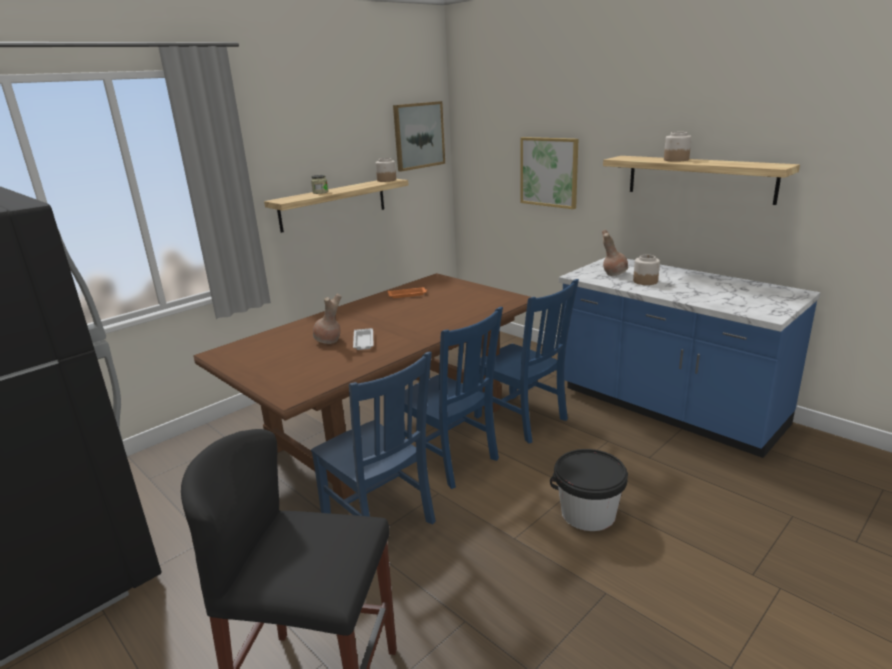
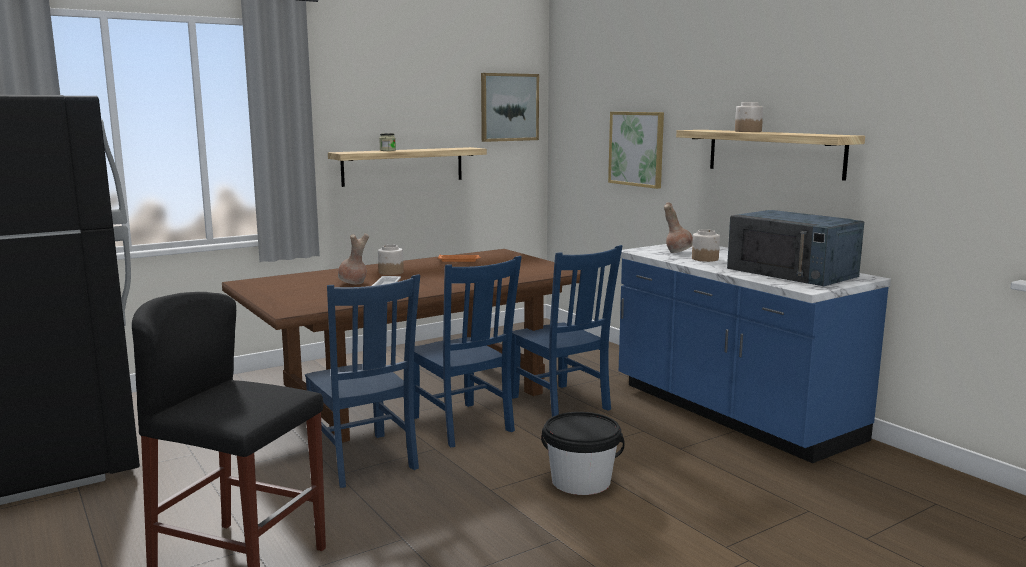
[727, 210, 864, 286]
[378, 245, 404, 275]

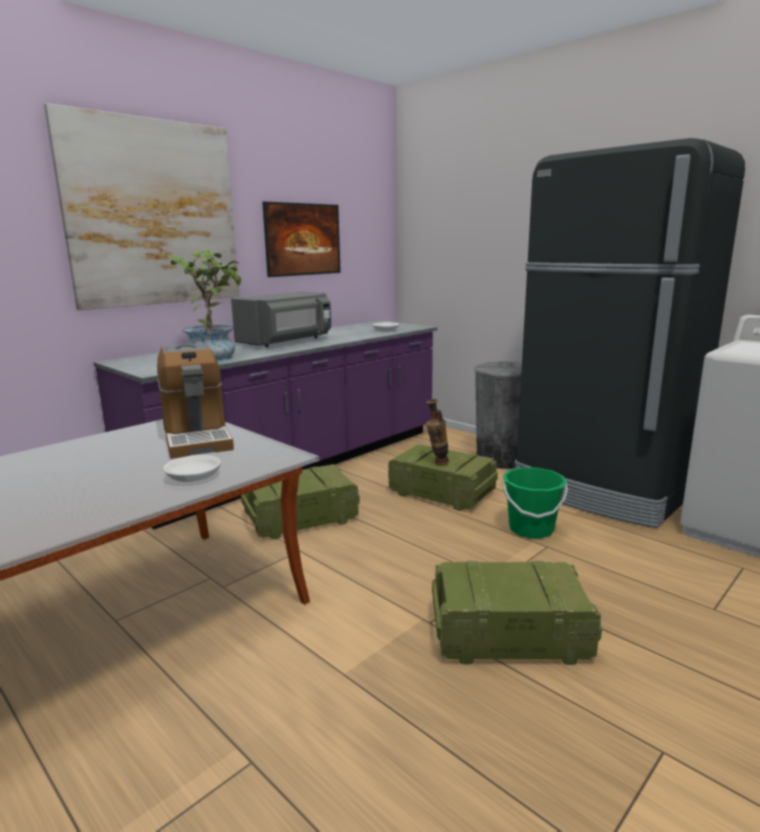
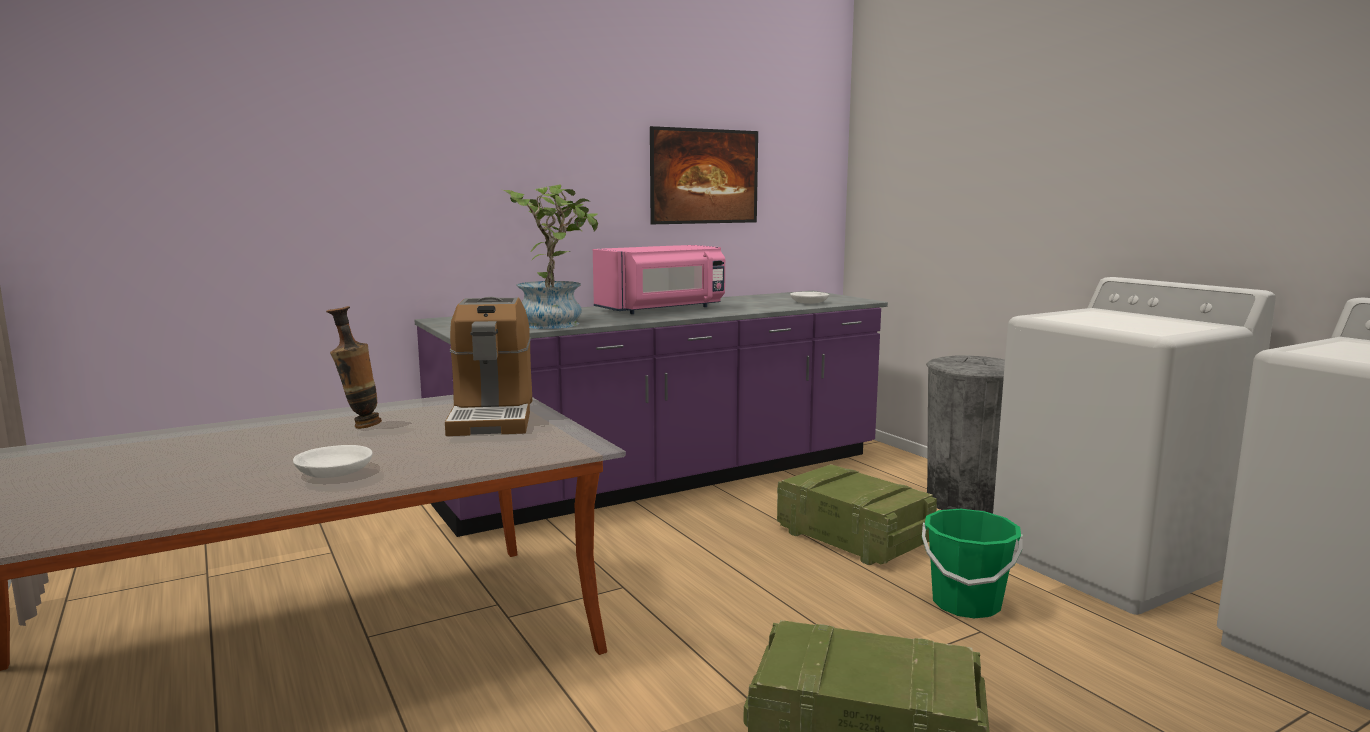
[44, 103, 240, 310] (first image)
[241, 464, 360, 540] (first image)
[293, 445, 373, 478]
[326, 306, 382, 429]
[993, 277, 1276, 615]
[593, 245, 725, 314]

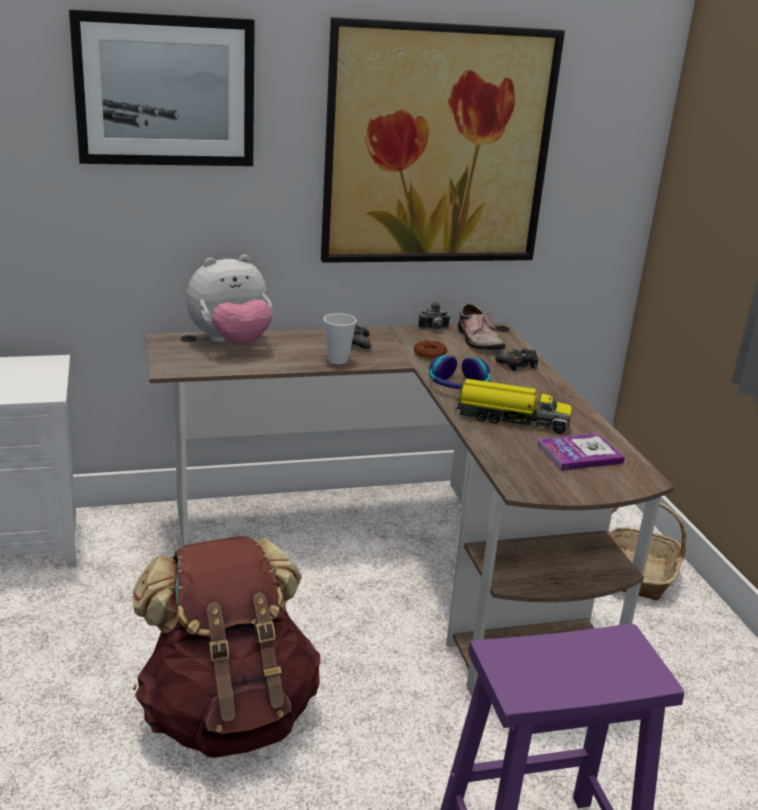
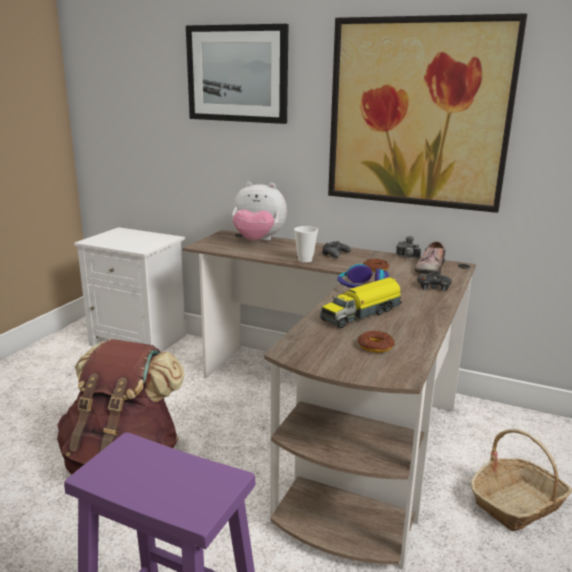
[358, 331, 395, 353]
[320, 277, 402, 328]

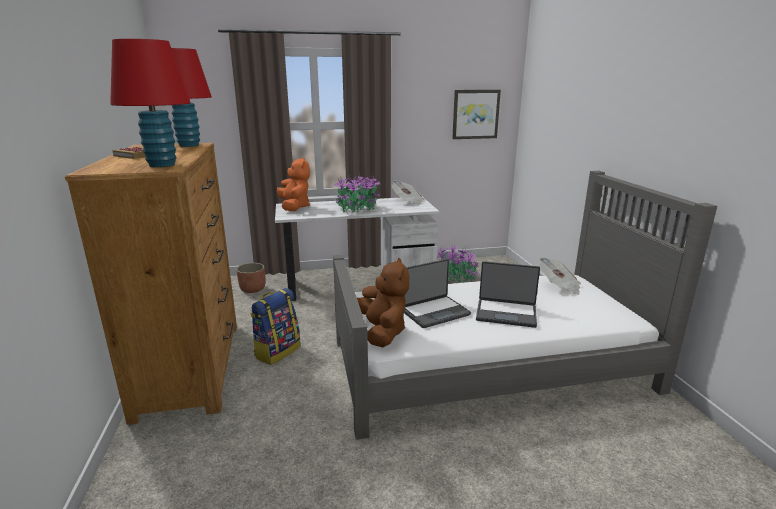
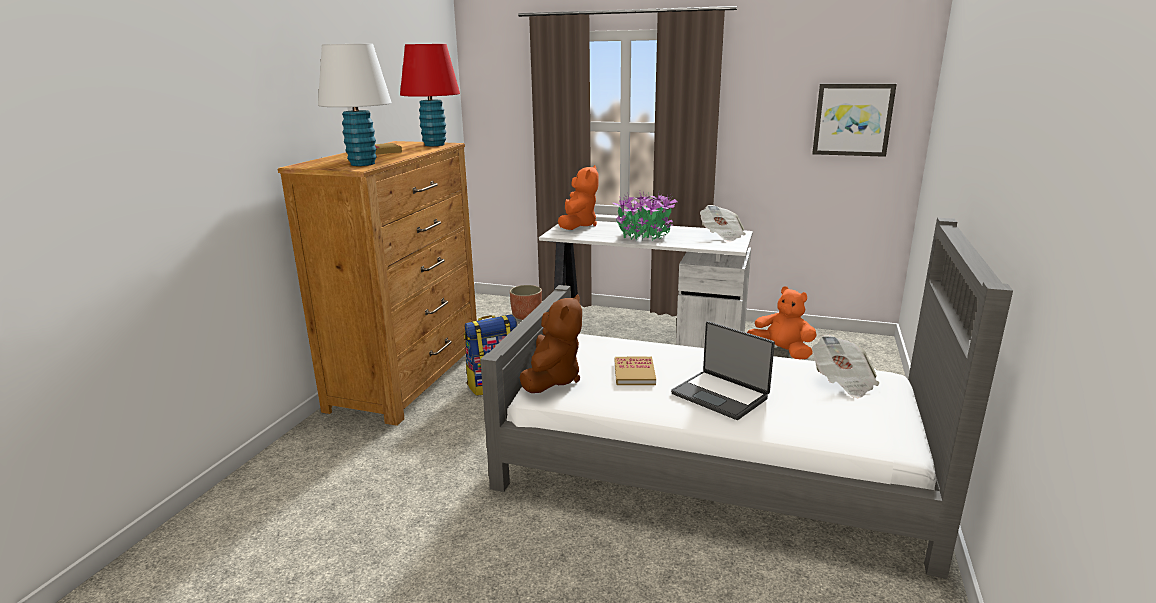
[615, 357, 656, 385]
[747, 286, 817, 359]
[318, 44, 392, 166]

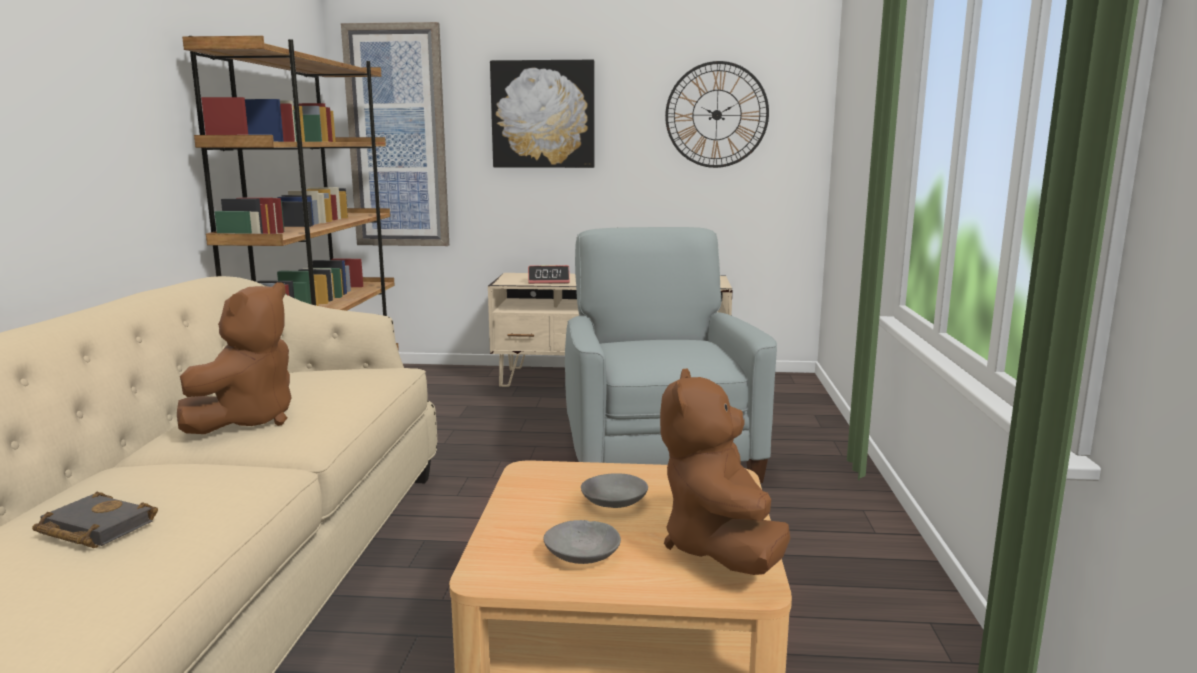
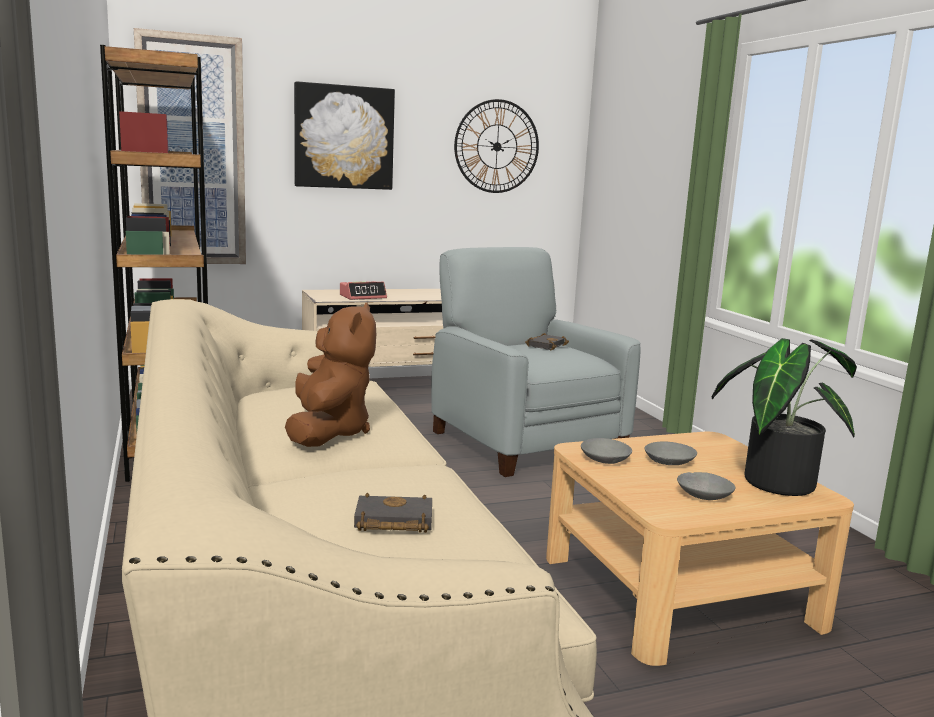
[525, 333, 569, 350]
[581, 438, 632, 464]
[712, 338, 857, 496]

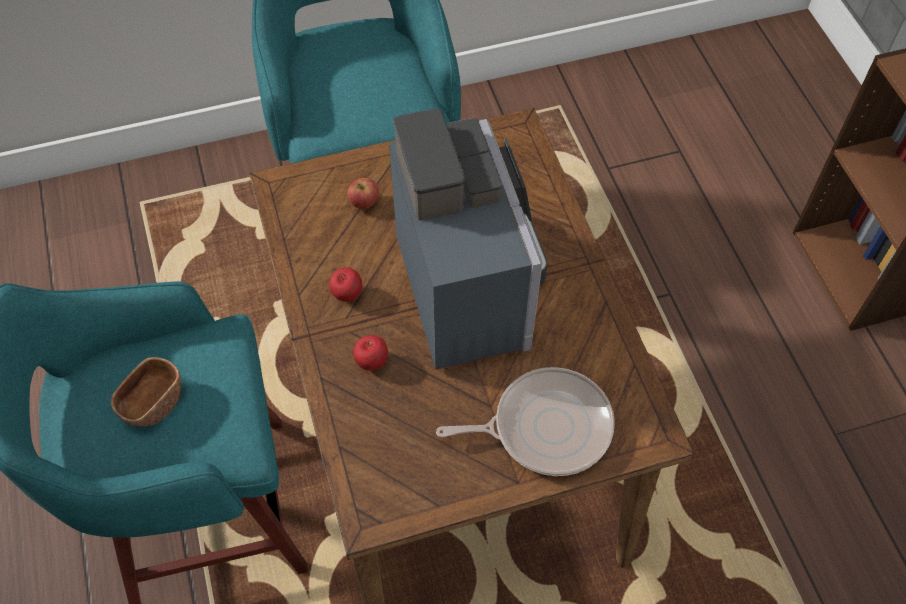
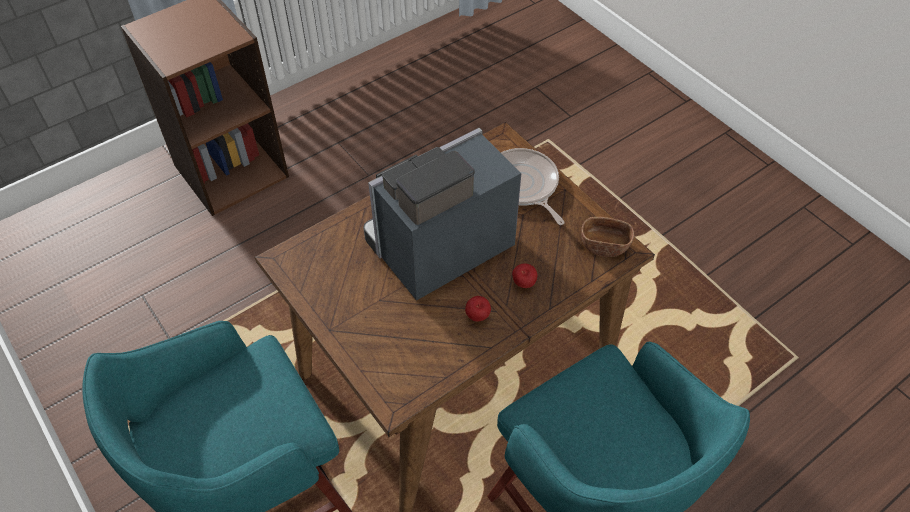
[348, 178, 379, 209] (first image)
[581, 217, 634, 257]

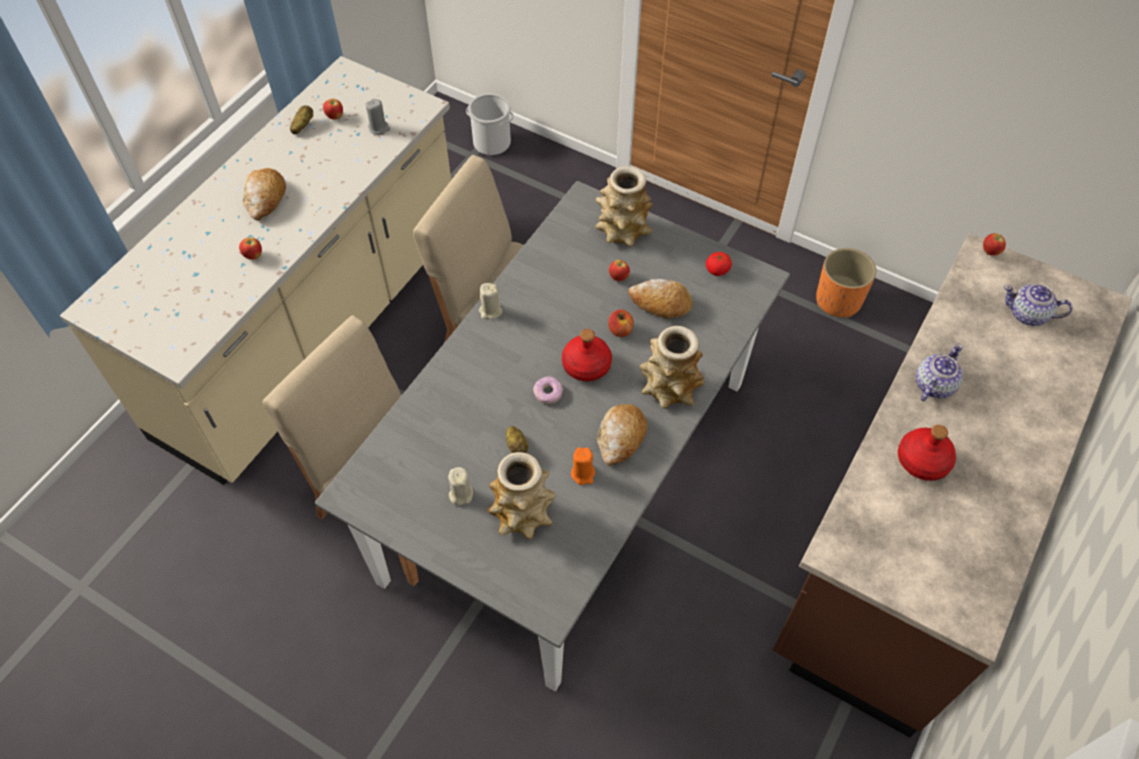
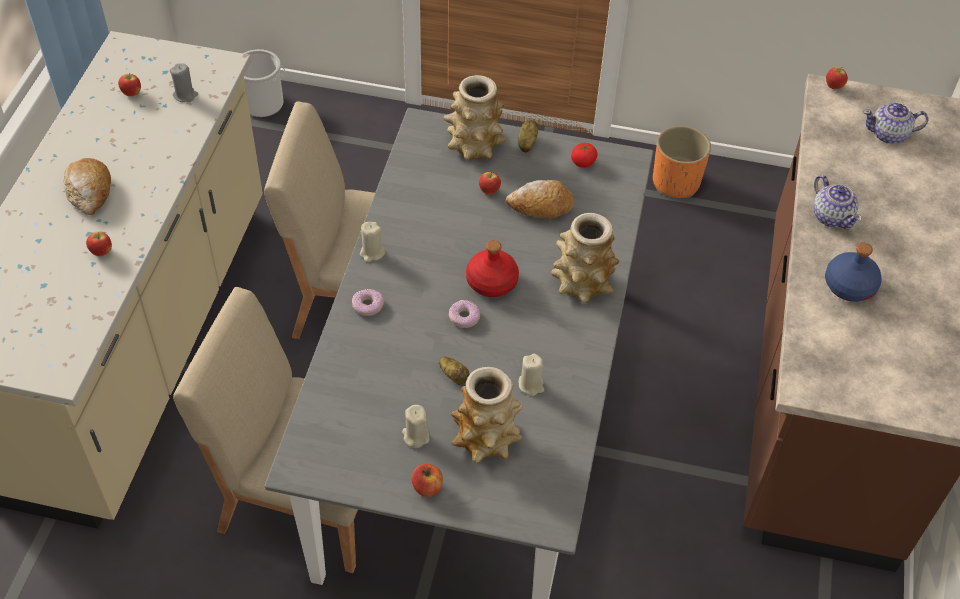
[597, 404, 647, 466] (first image)
[352, 289, 384, 316]
[518, 120, 538, 152]
[412, 463, 443, 497]
[519, 354, 544, 396]
[825, 243, 882, 302]
[813, 175, 862, 229]

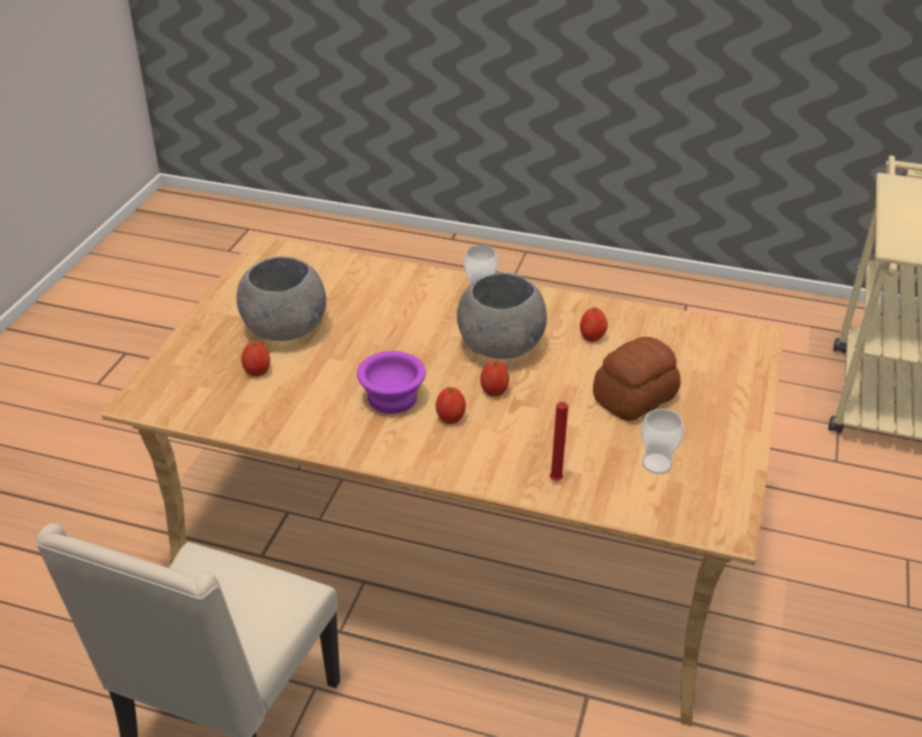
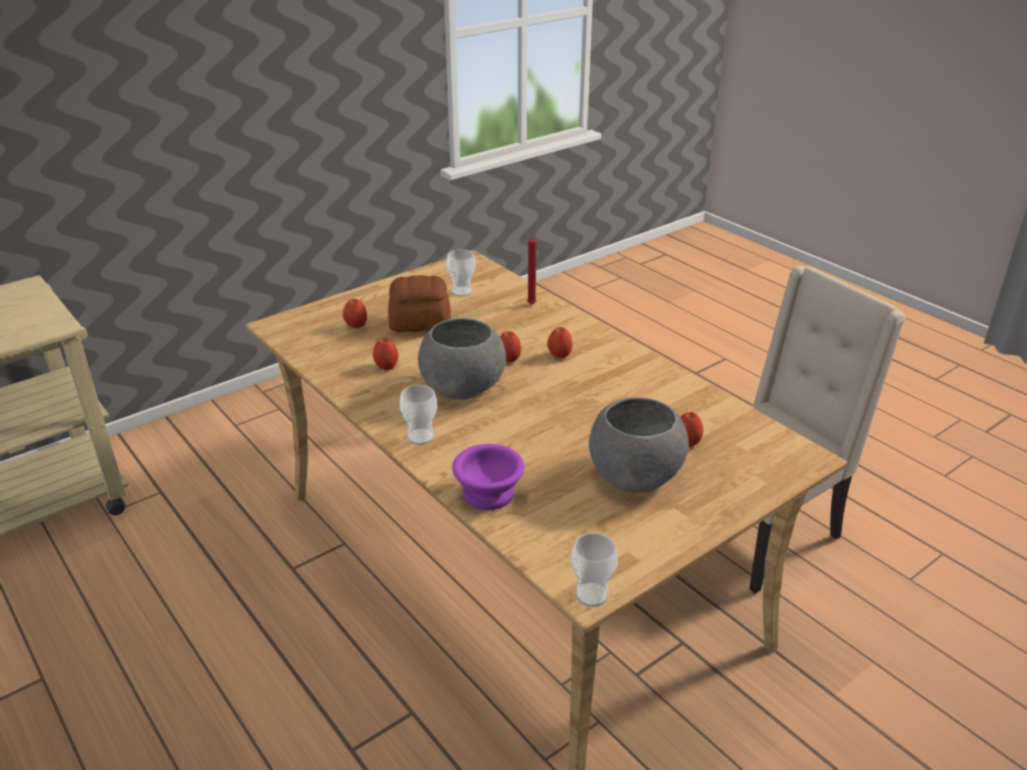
[343, 299, 367, 328]
[571, 533, 618, 607]
[452, 444, 524, 510]

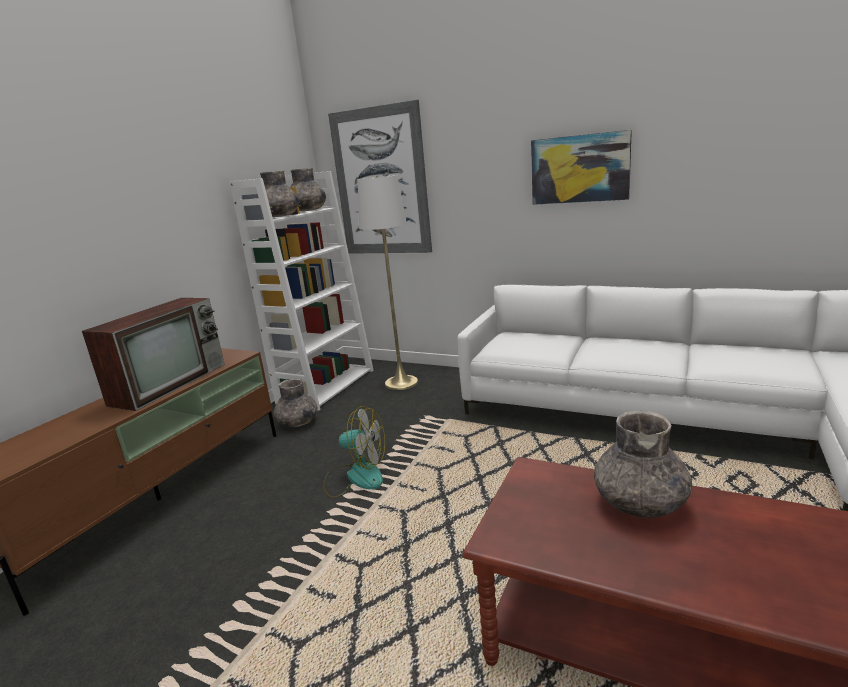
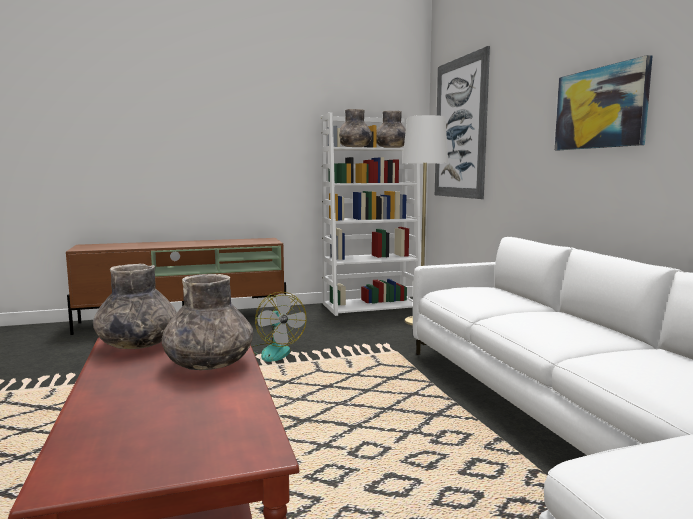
[82, 298, 225, 411] (first image)
[93, 264, 177, 349]

